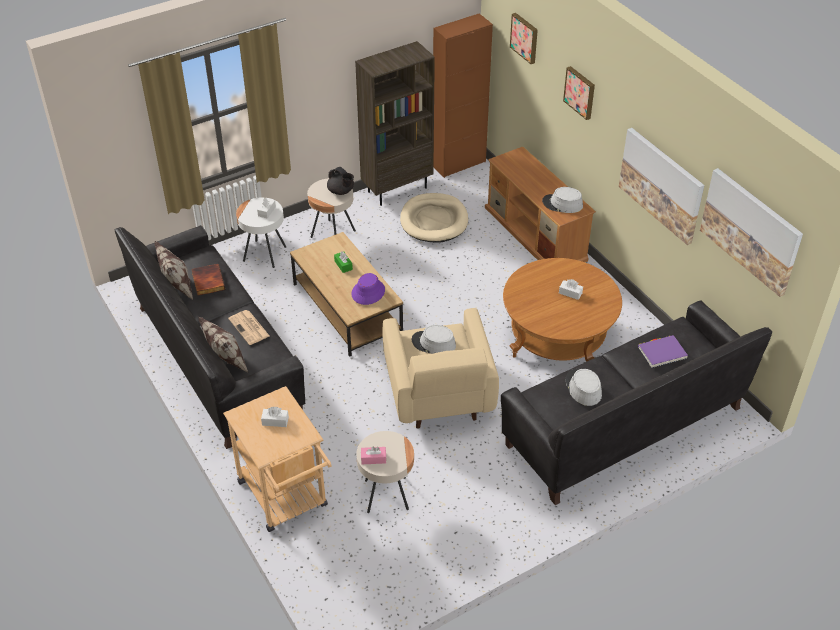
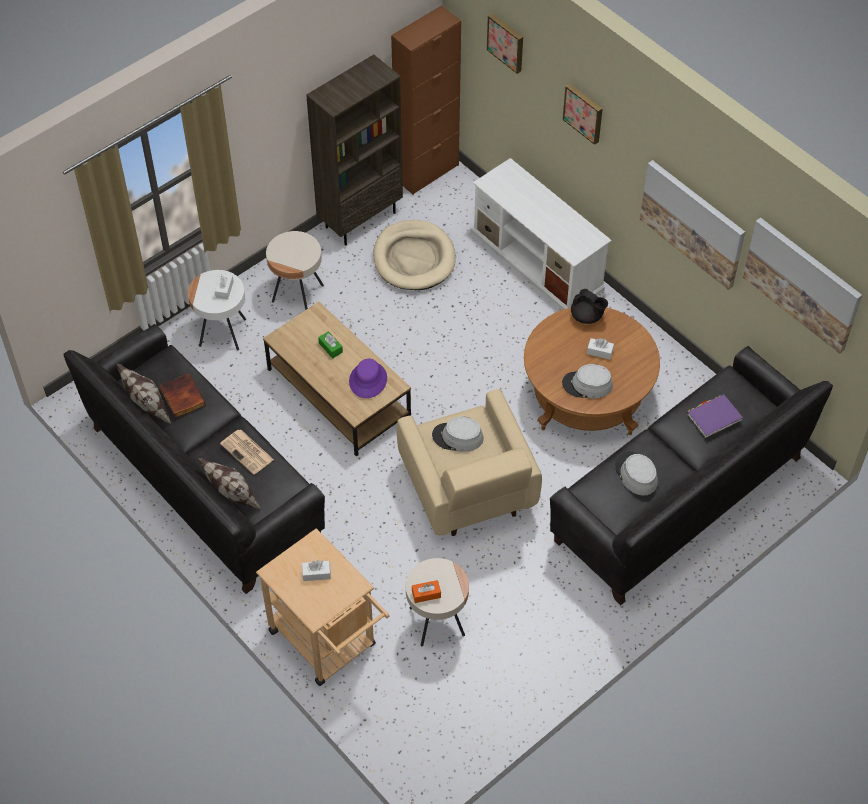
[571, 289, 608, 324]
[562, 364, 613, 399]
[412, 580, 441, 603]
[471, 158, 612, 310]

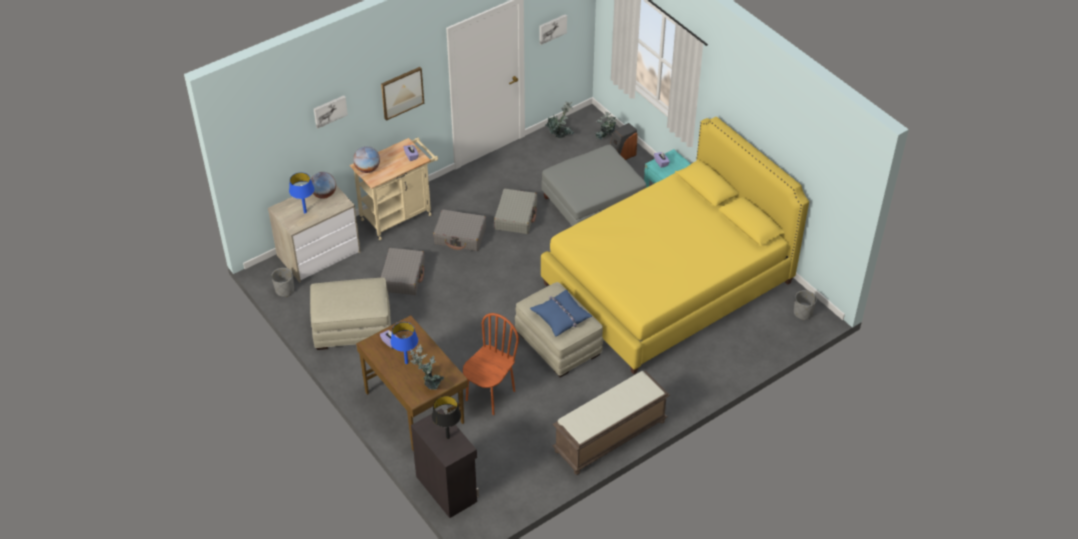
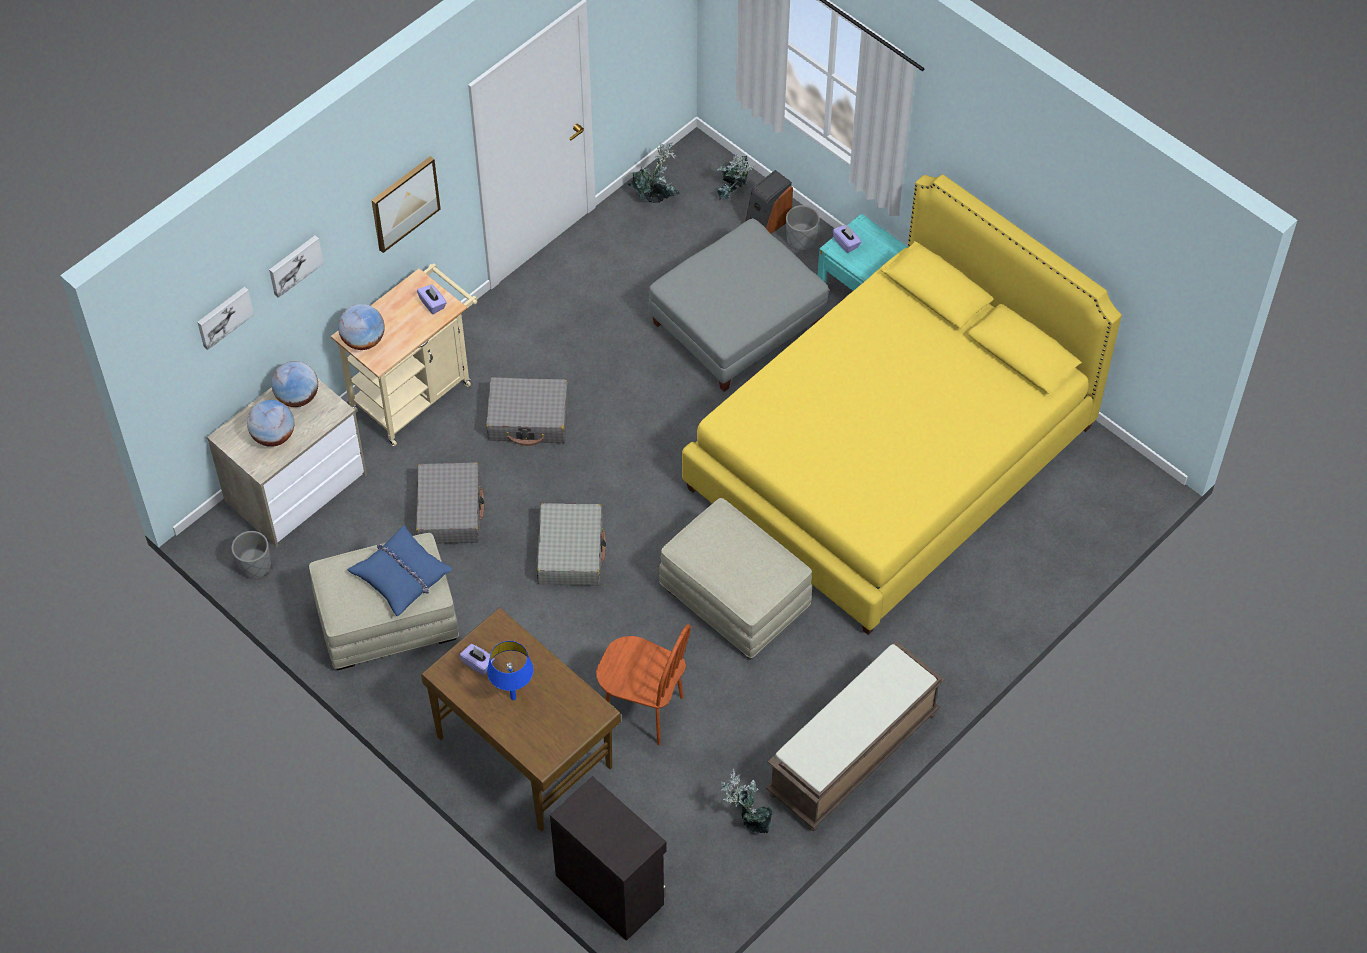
[432, 396, 461, 439] (first image)
[721, 768, 773, 833]
[536, 503, 606, 586]
[348, 525, 453, 617]
[197, 287, 254, 350]
[786, 205, 820, 251]
[247, 400, 294, 447]
[596, 624, 691, 745]

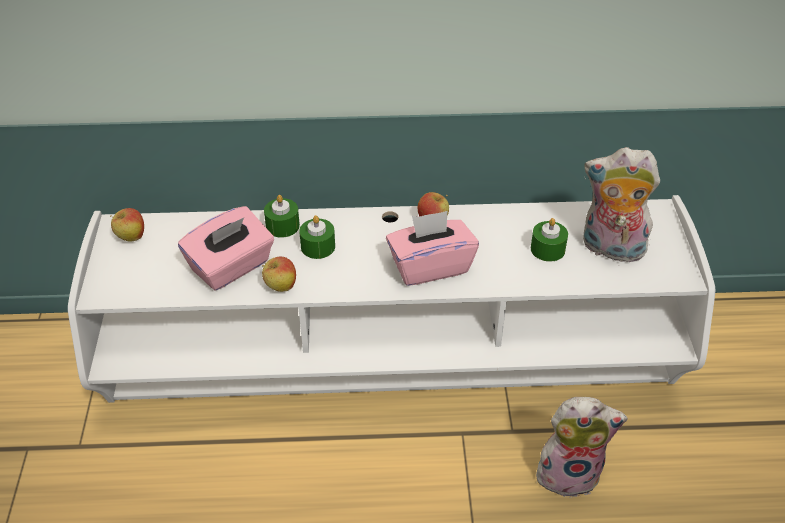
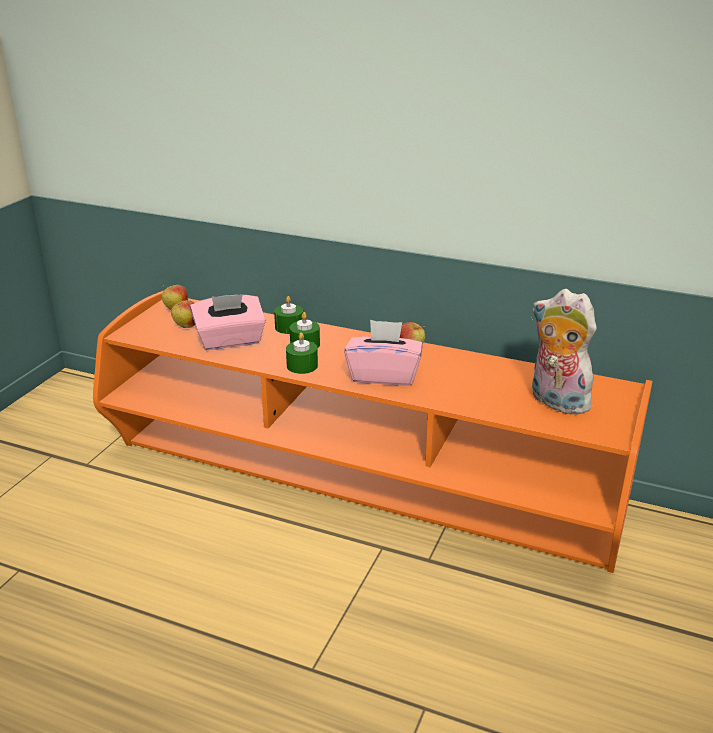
[534, 397, 628, 498] (first image)
[171, 300, 195, 328]
[286, 332, 318, 374]
[93, 291, 653, 573]

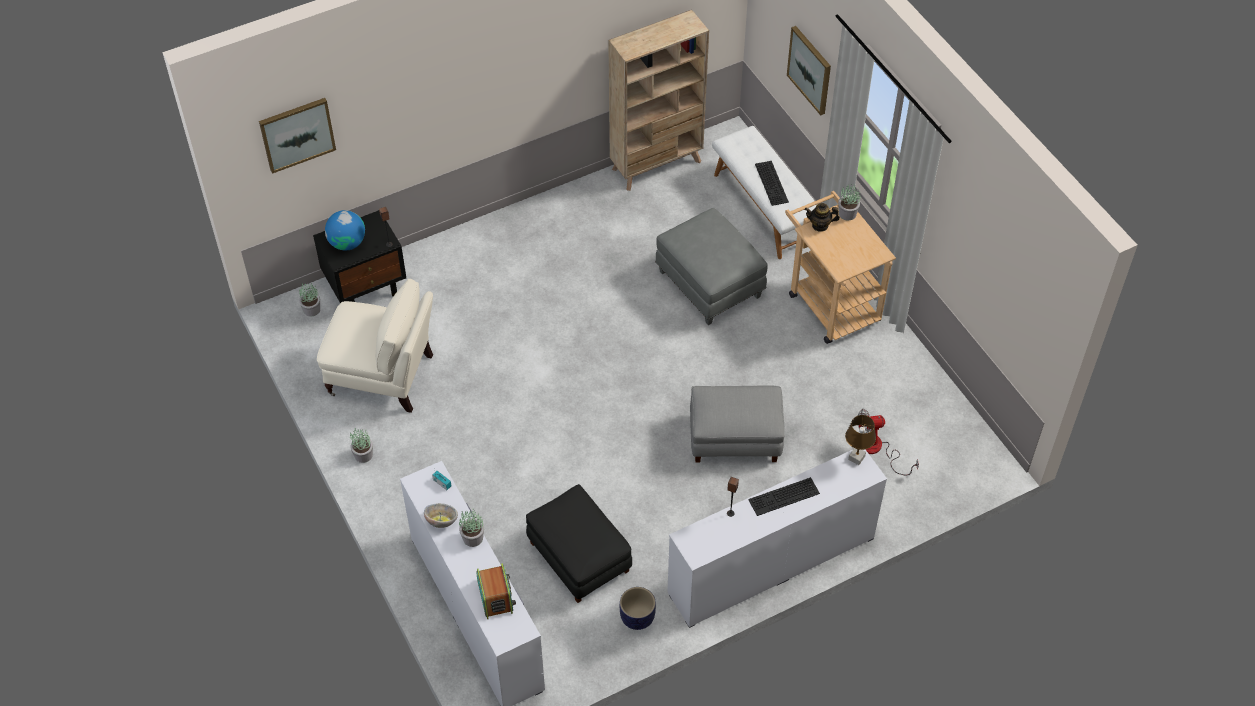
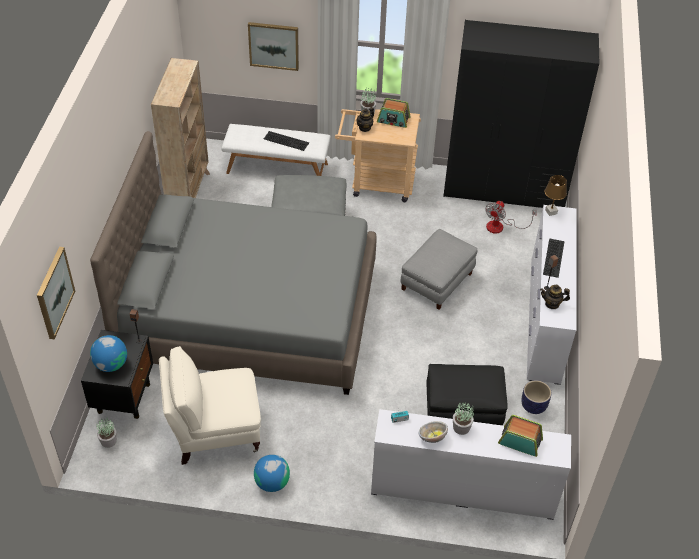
[90, 131, 377, 395]
[377, 98, 410, 128]
[443, 20, 599, 208]
[540, 285, 570, 309]
[254, 455, 290, 492]
[159, 346, 261, 465]

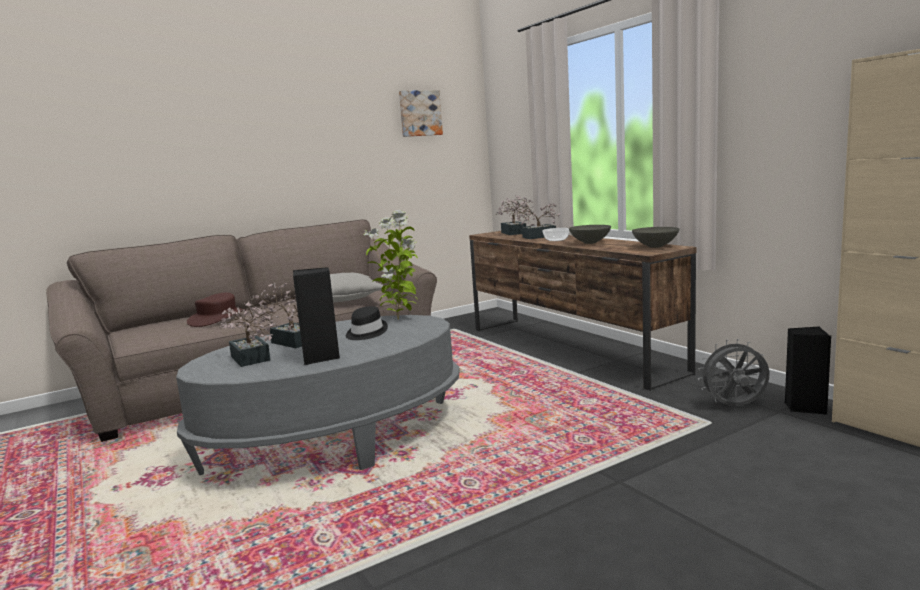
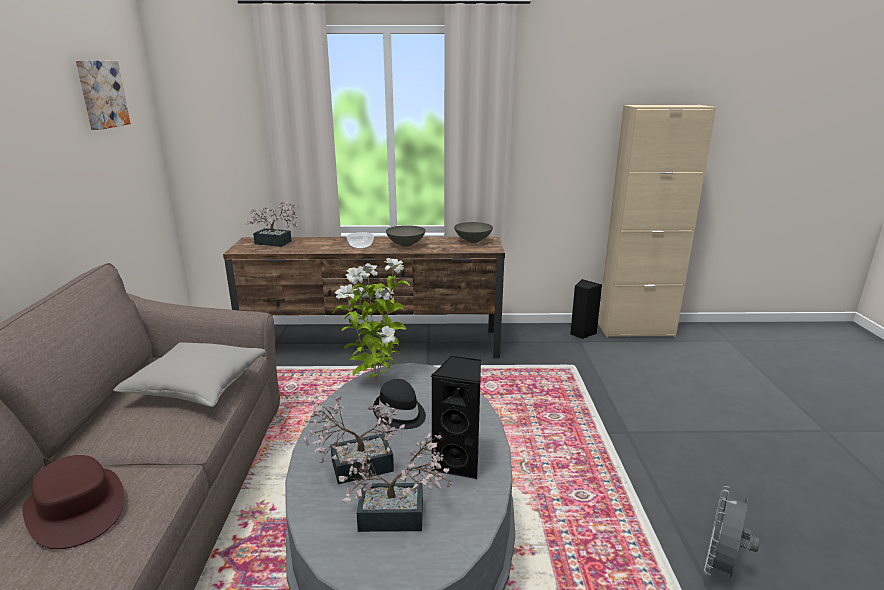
[511, 197, 560, 239] (first image)
[704, 486, 760, 579]

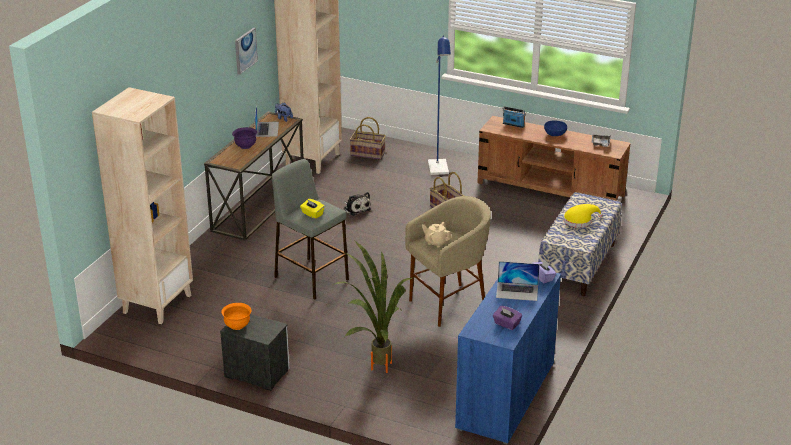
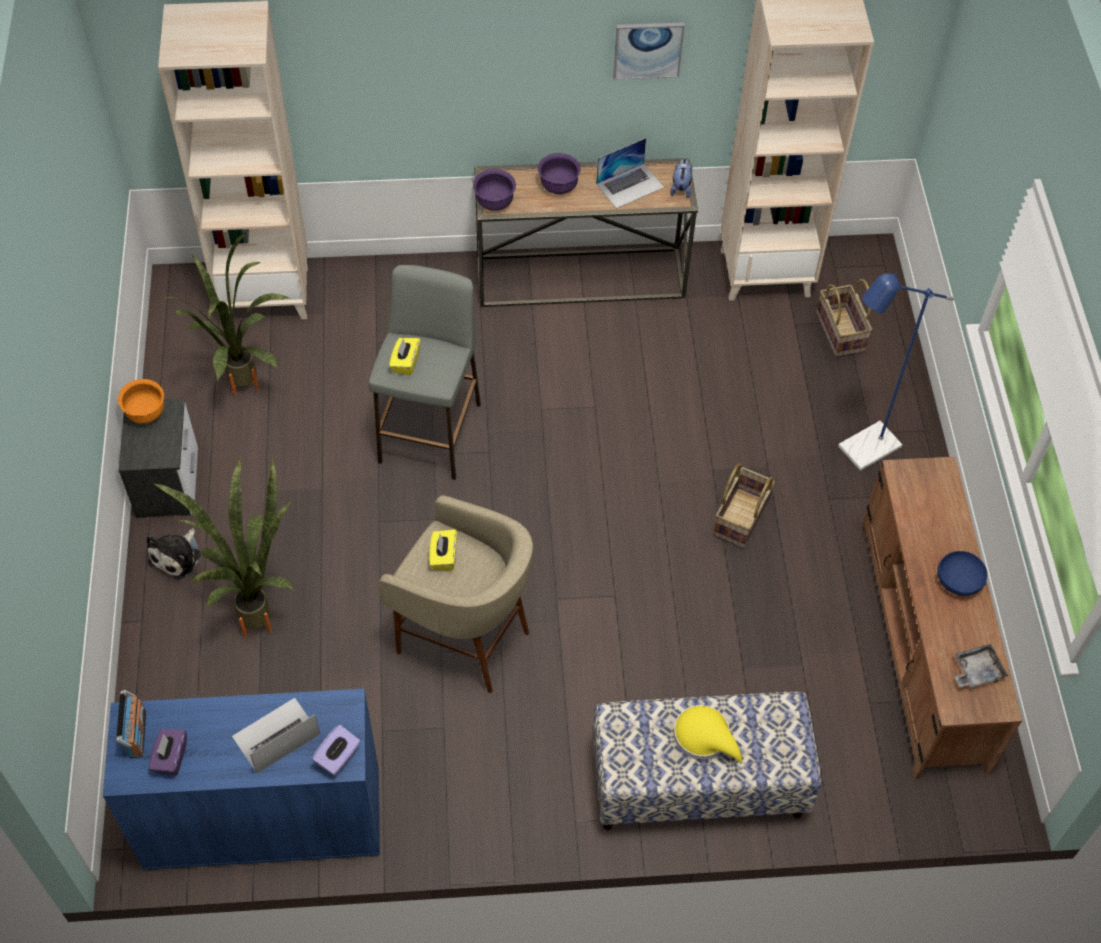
[165, 230, 289, 396]
[473, 169, 516, 211]
[147, 528, 201, 580]
[116, 690, 146, 758]
[429, 529, 457, 570]
[232, 698, 320, 774]

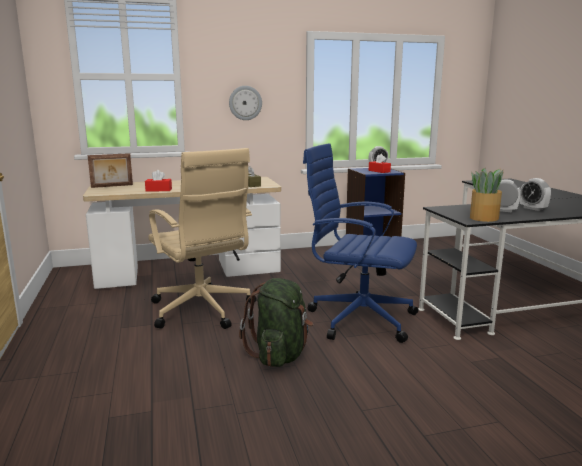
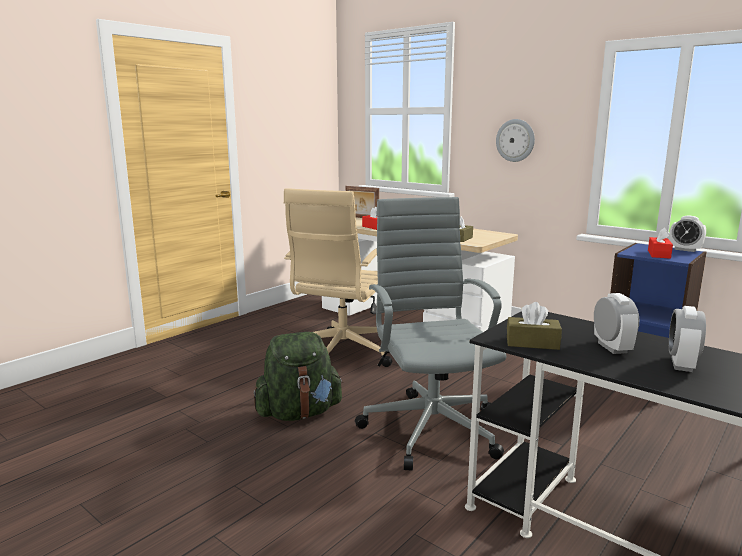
[507, 302, 562, 350]
[355, 197, 506, 471]

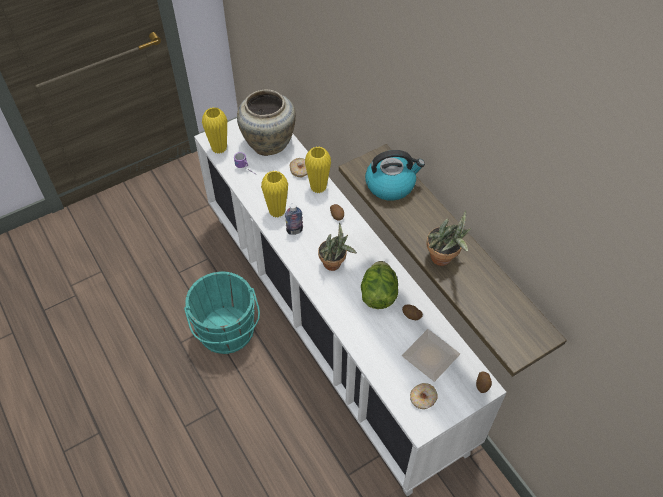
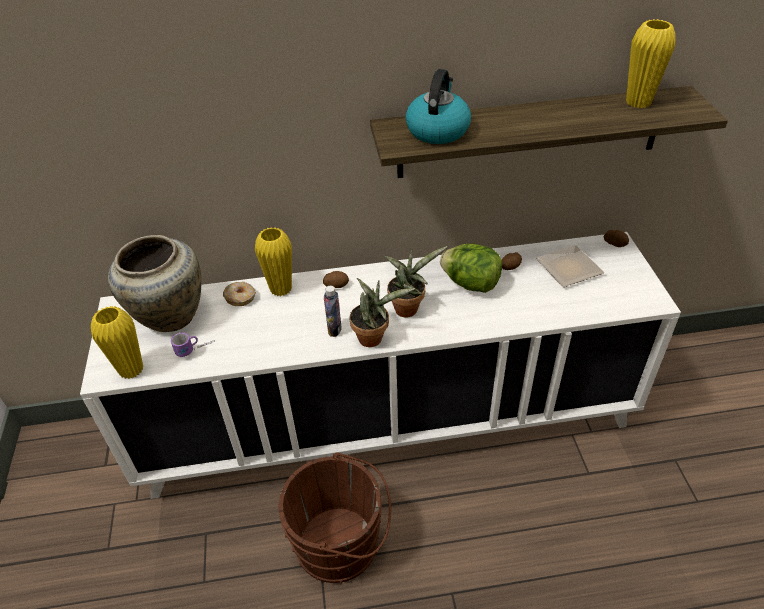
[410, 383, 438, 409] (first image)
[626, 19, 676, 108]
[349, 278, 415, 347]
[279, 452, 391, 583]

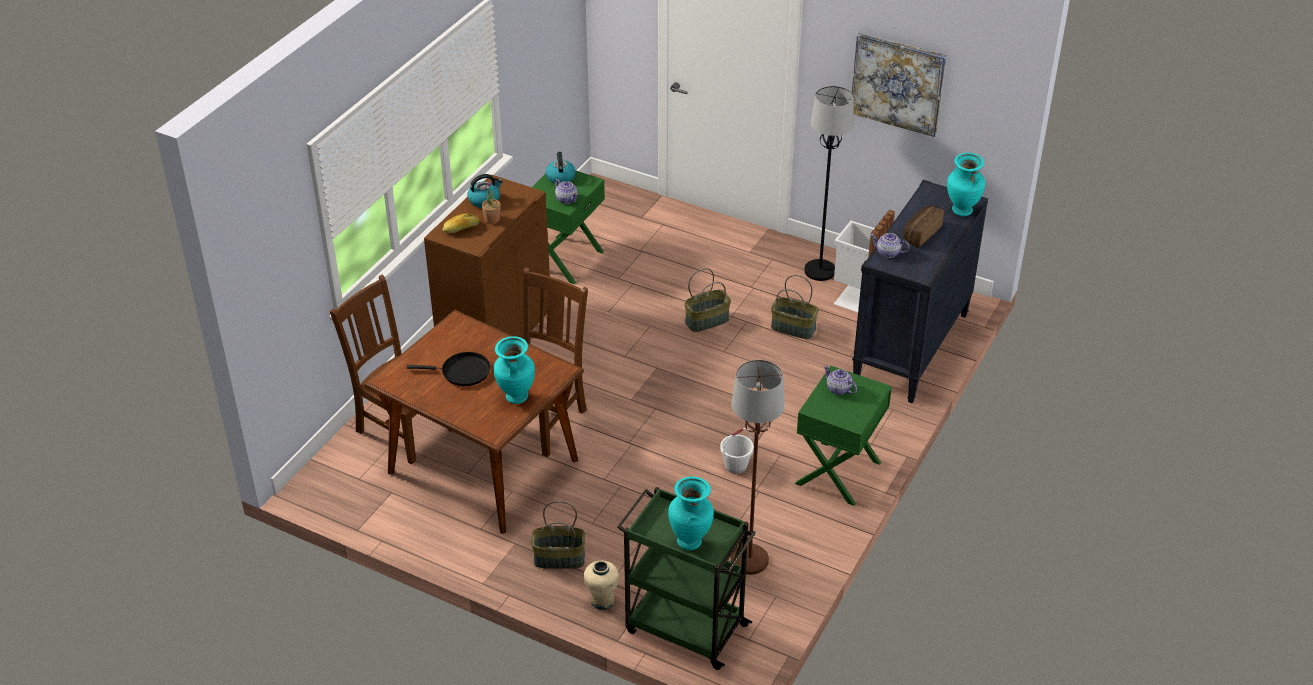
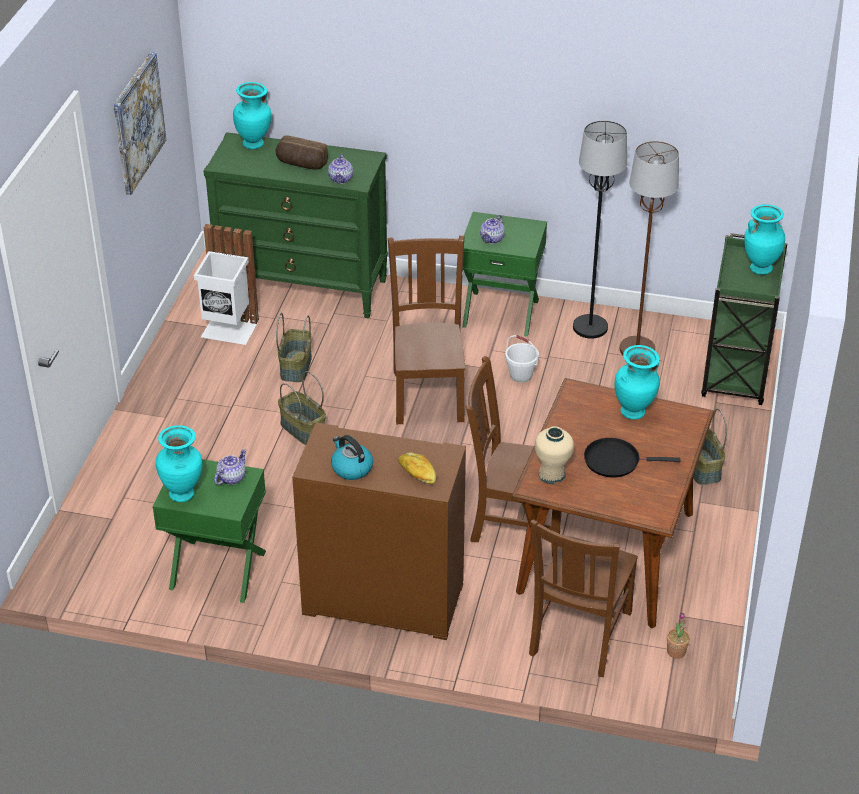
[388, 235, 465, 424]
[667, 612, 690, 658]
[535, 426, 574, 484]
[573, 120, 627, 339]
[156, 425, 202, 502]
[204, 132, 388, 318]
[584, 438, 681, 477]

